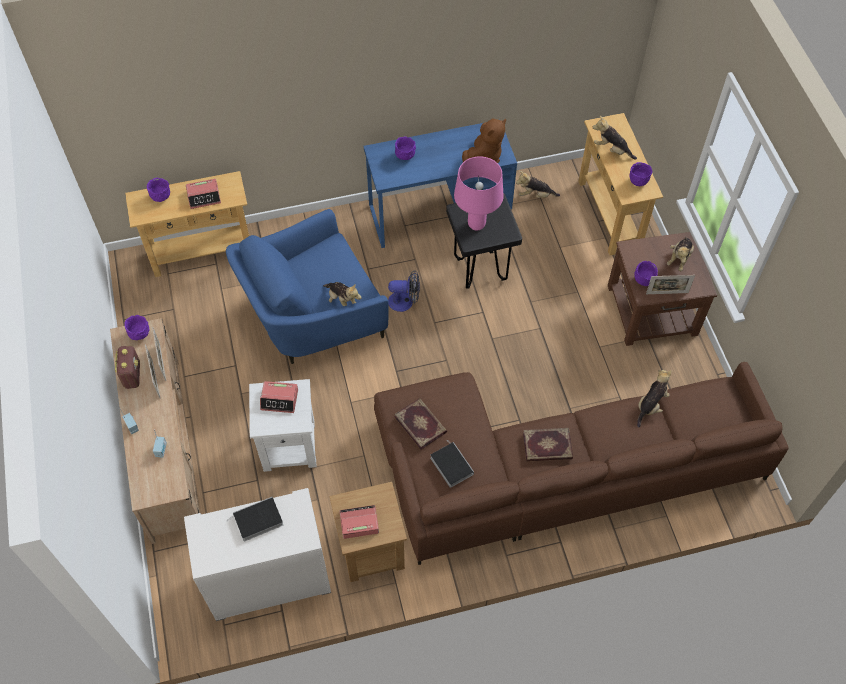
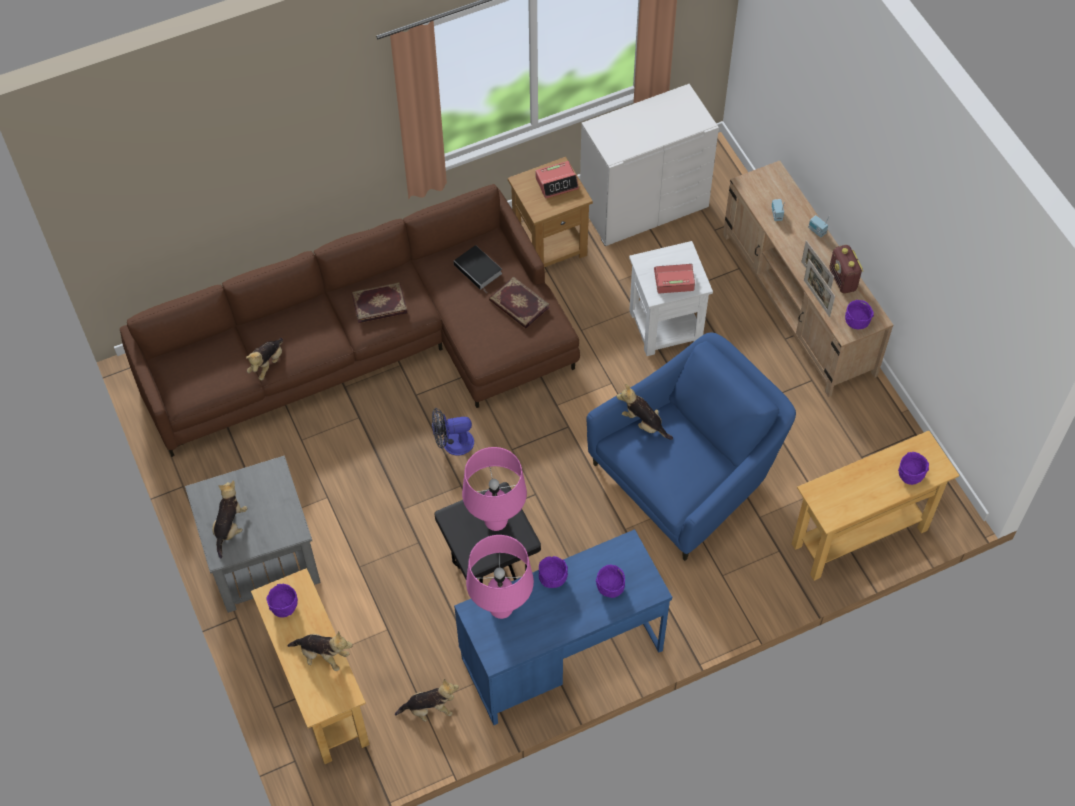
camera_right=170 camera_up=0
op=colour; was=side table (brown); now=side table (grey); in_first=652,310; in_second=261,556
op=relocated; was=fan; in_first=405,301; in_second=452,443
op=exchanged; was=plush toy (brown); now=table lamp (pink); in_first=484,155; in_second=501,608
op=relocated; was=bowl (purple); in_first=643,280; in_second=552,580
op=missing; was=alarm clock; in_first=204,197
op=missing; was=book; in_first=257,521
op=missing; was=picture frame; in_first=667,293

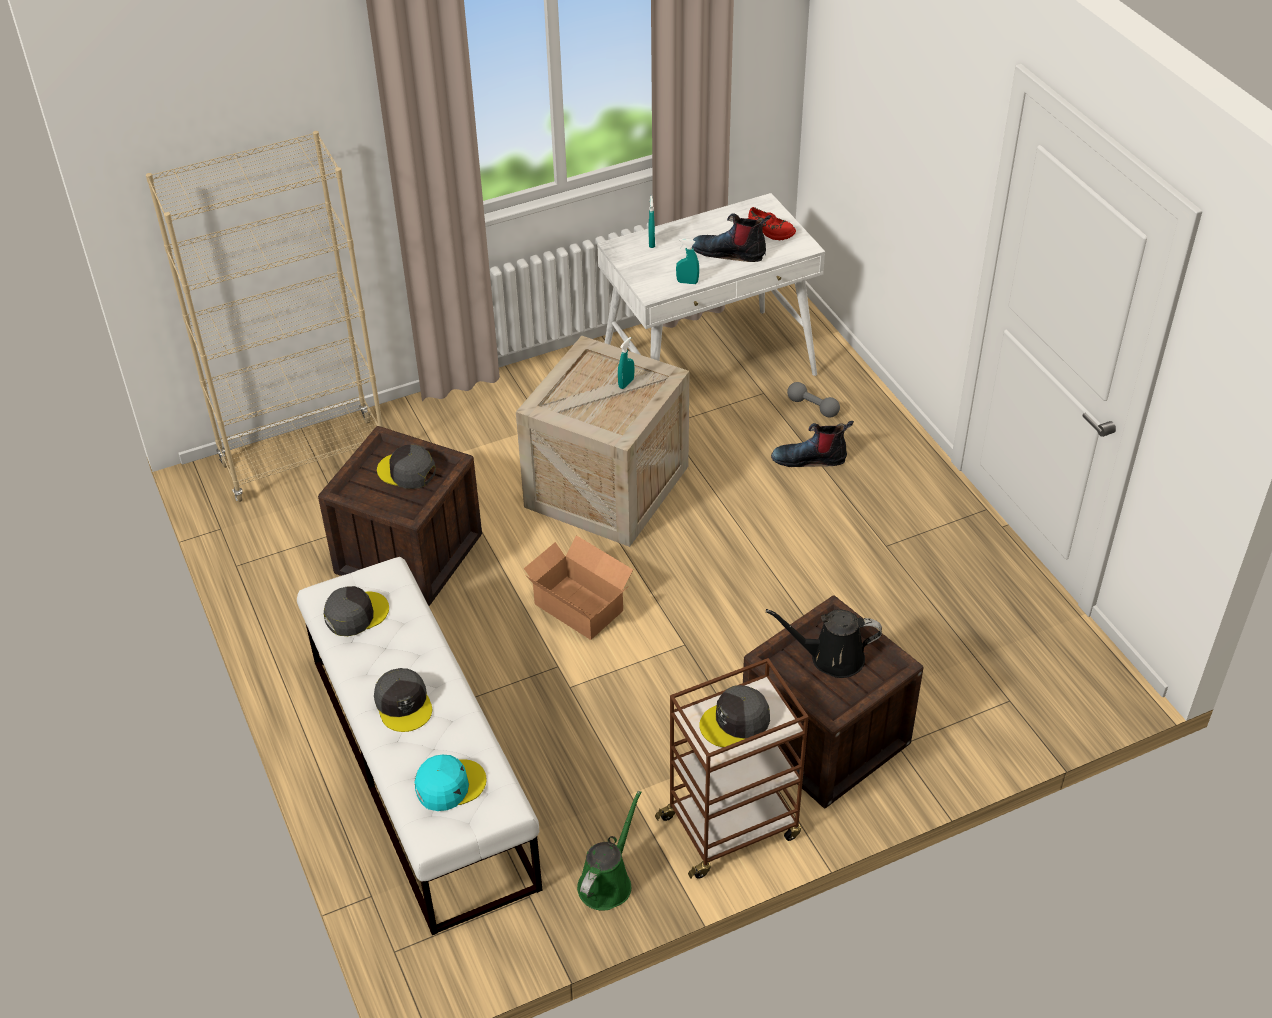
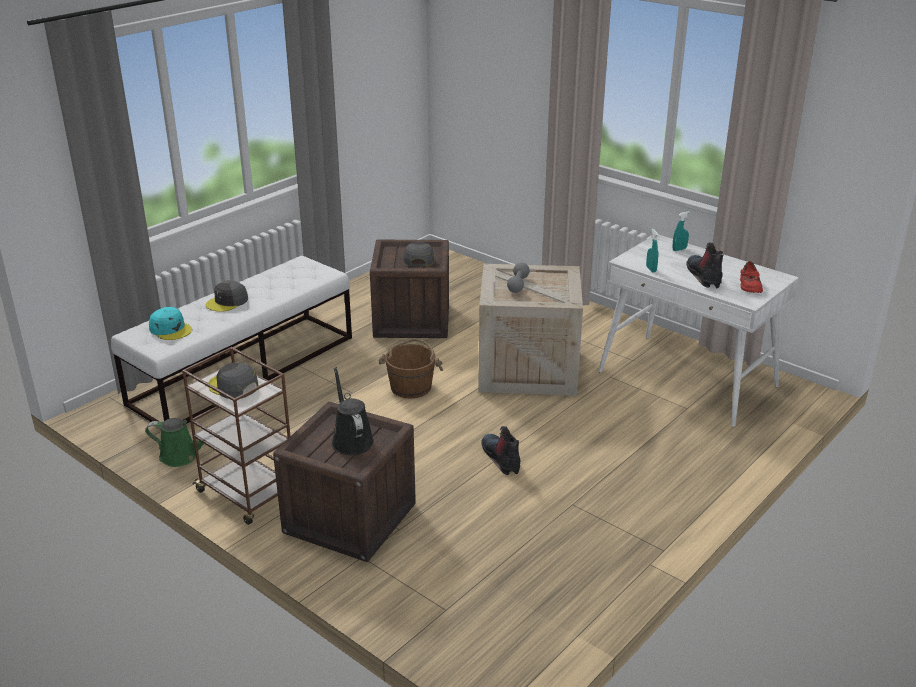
camera_right=65 camera_up=-15
op=exchanged; was=cardboard box; now=bucket (brown); in_first=579,604; in_second=411,387
op=relocated; was=boot; in_first=810,458; in_second=502,458
op=relocated; was=dumbbell (grey); in_first=812,407; in_second=518,284
op=missing; was=bookcase (beige); in_first=305,459
op=missing; was=cap (grey); in_first=356,614
op=missing; was=spray bottle (turquoise); in_first=626,383

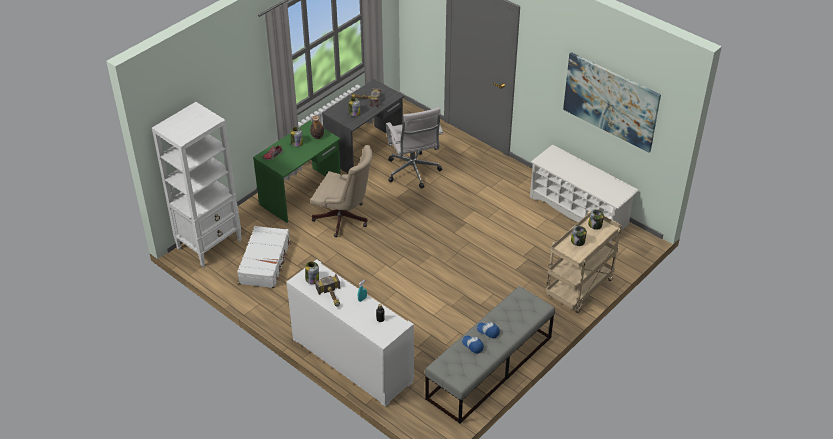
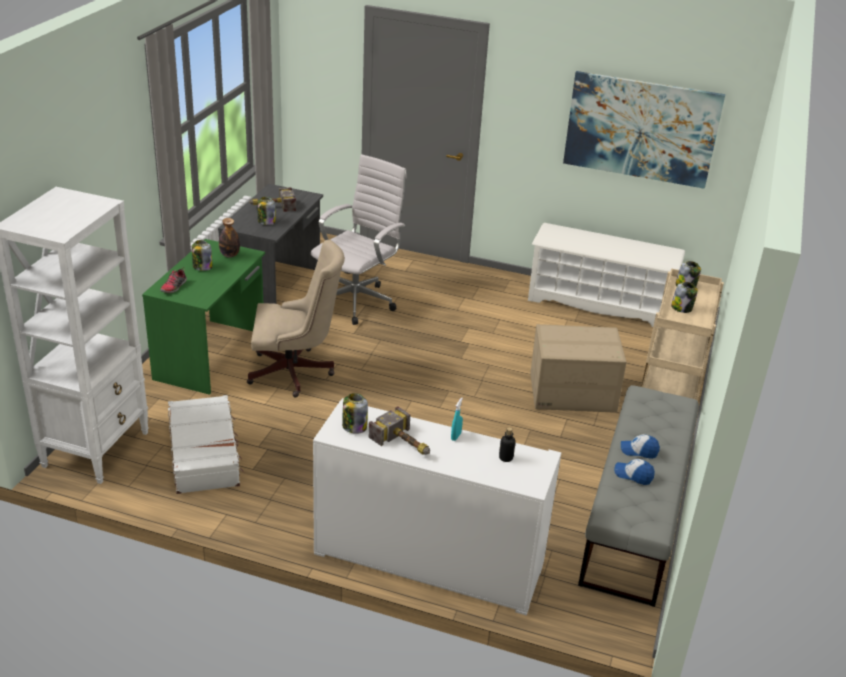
camera_right=-25 camera_up=-10
op=spun; was=office chair (white); in_first=413,172; in_second=358,301; clockwise=-105
op=appeared; now=cardboard box; in_second=572,393

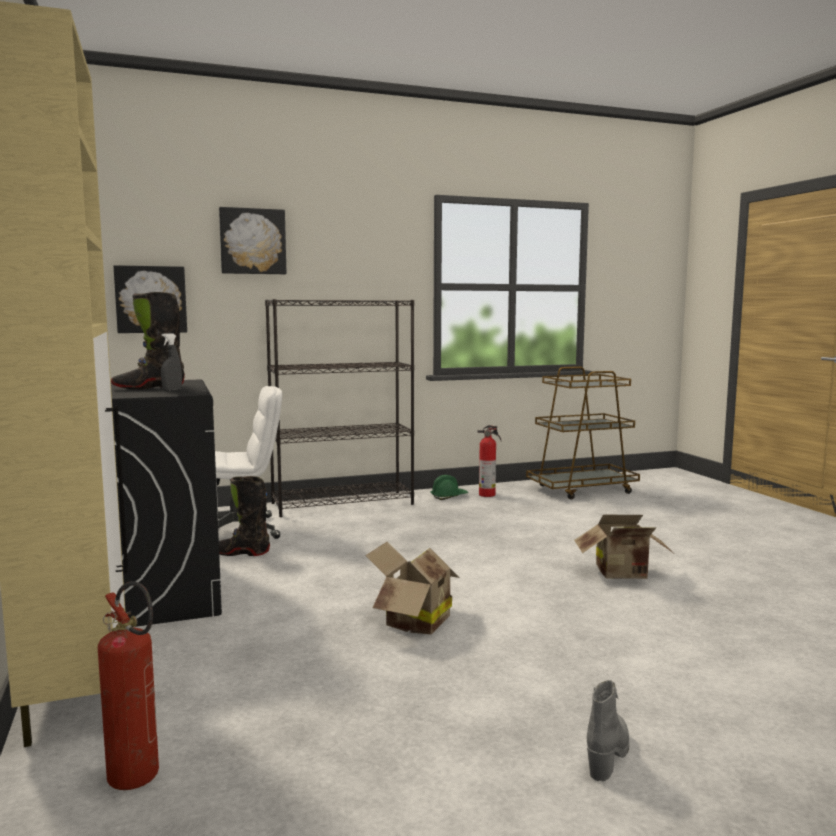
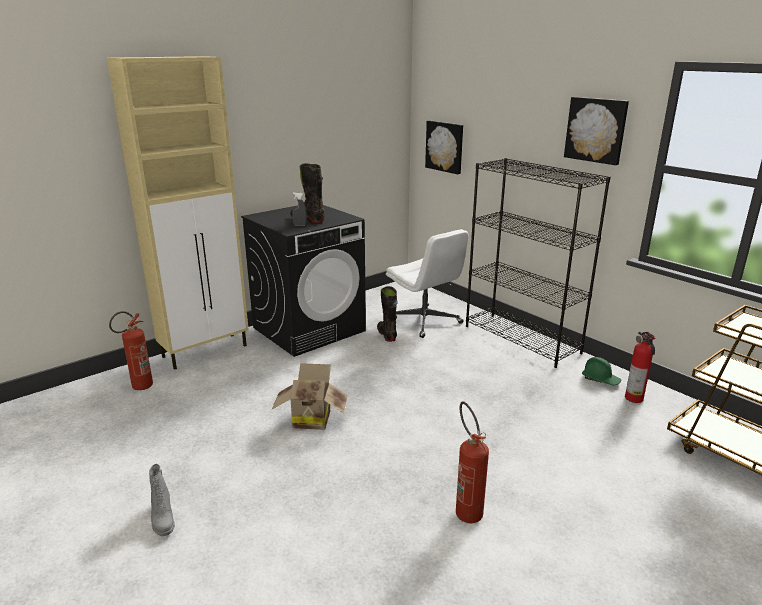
camera_right=70 camera_up=15
op=spun; was=boot (grey); in_first=608,754; in_second=162,519; clockwise=60
op=exchanged; was=cardboard box; now=fire extinguisher; in_first=623,574; in_second=465,509
op=relocated; was=picture; in_first=252,241; in_second=596,130

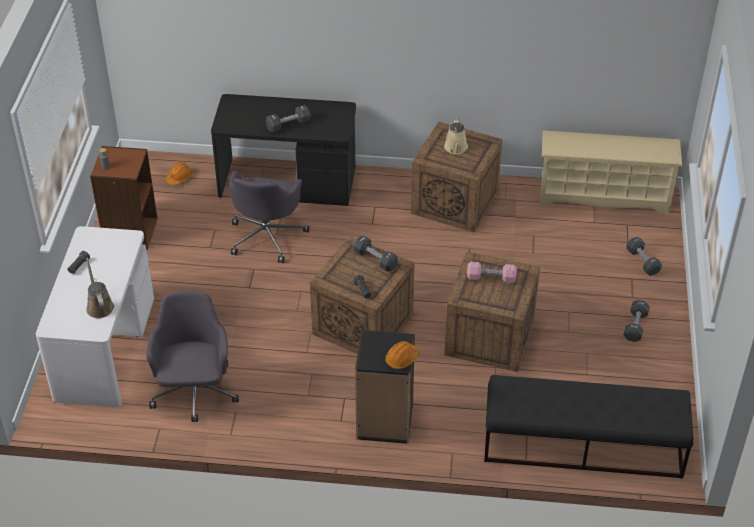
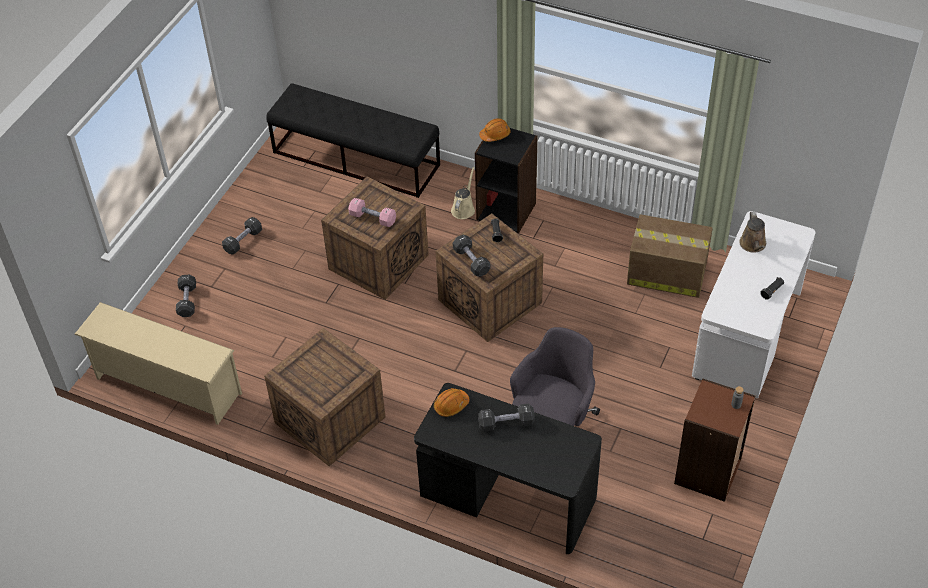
camera_right=-160 camera_up=5
op=relocated; was=hard hat (orange); in_first=179,178; in_second=451,405
op=relocated; was=watering can (beige); in_first=456,148; in_second=463,208
op=exchanged; was=office chair (grey); now=cardboard box; in_first=195,393; in_second=665,272

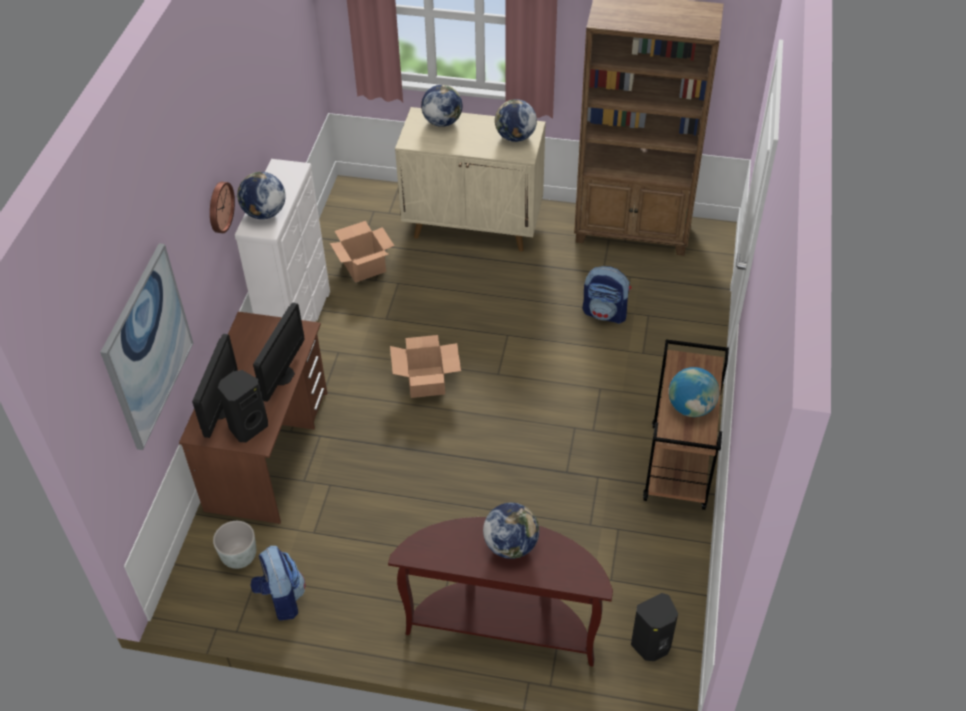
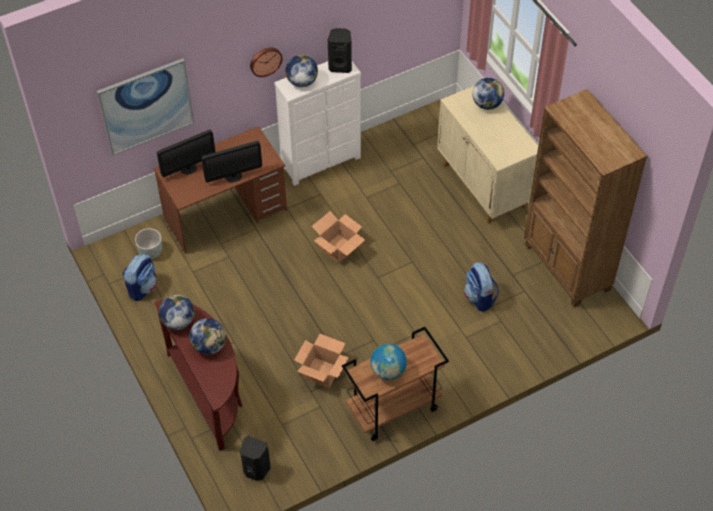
camera_right=50 camera_up=5
op=relocated; was=globe; in_first=515,137; in_second=178,322
op=relocated; was=cardboard box; in_first=364,267; in_second=321,372
op=relocated; was=speaker (black); in_first=247,427; in_second=340,66

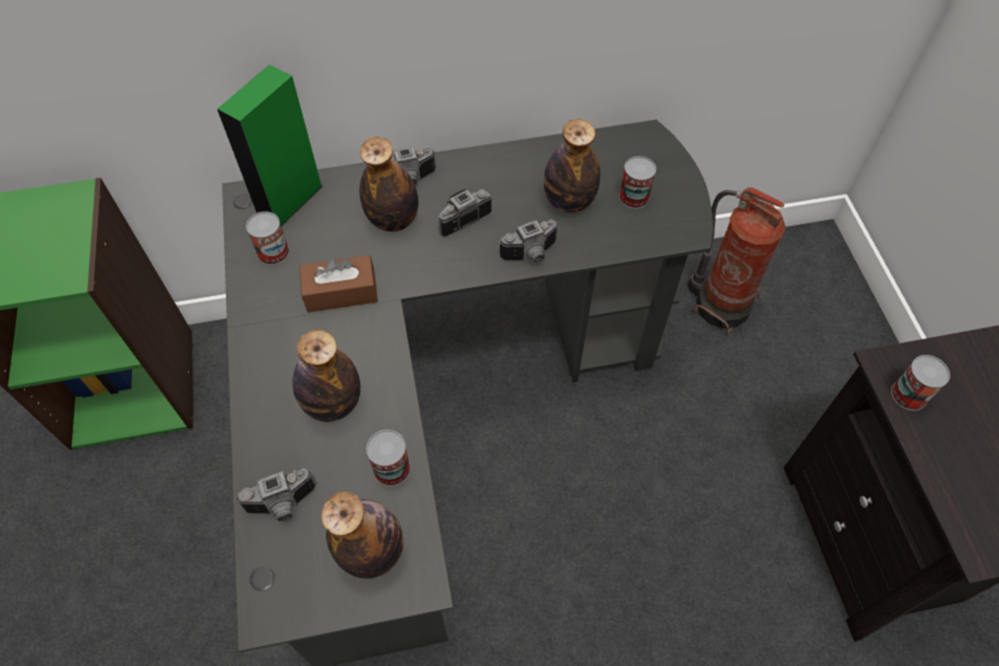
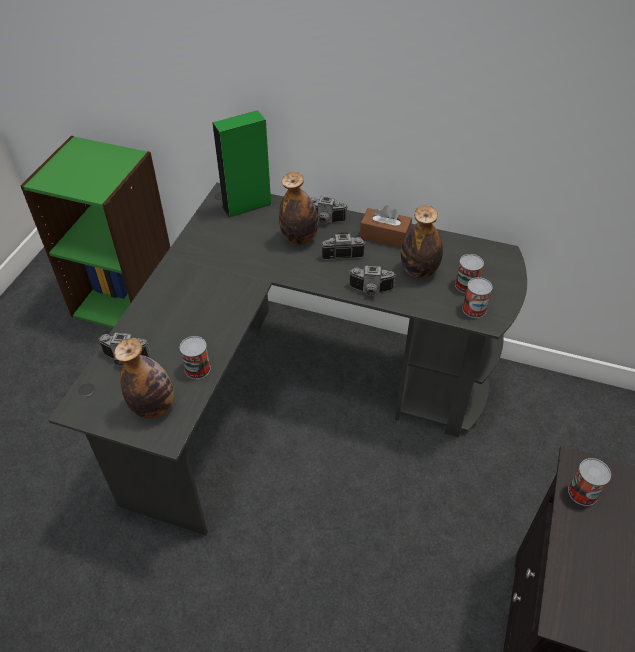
camera_right=30 camera_up=-10
op=relocated; was=tissue box (brown); in_first=341,292; in_second=385,235
op=relocated; was=can; in_first=273,252; in_second=474,309
op=missing; was=bottle; in_first=333,403
op=missing; was=fire extinguisher; in_first=720,303

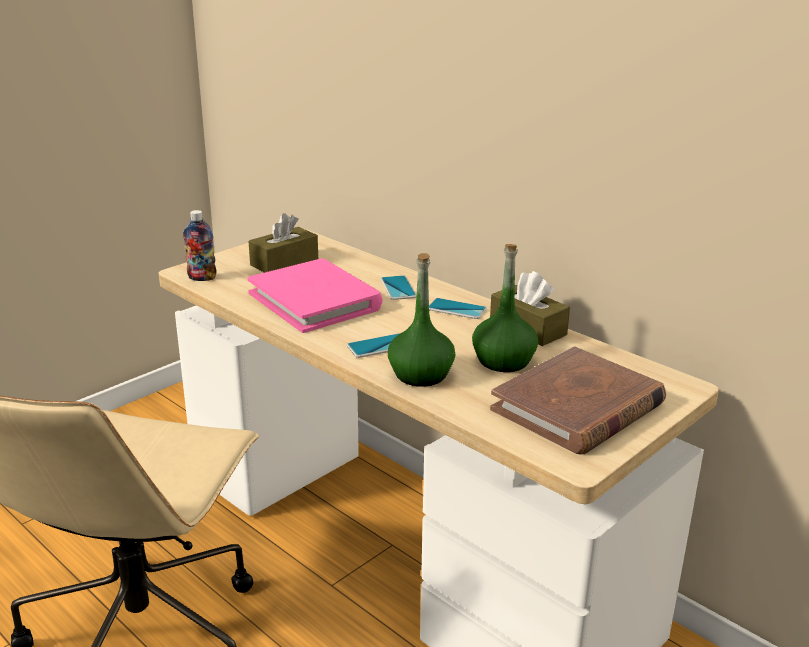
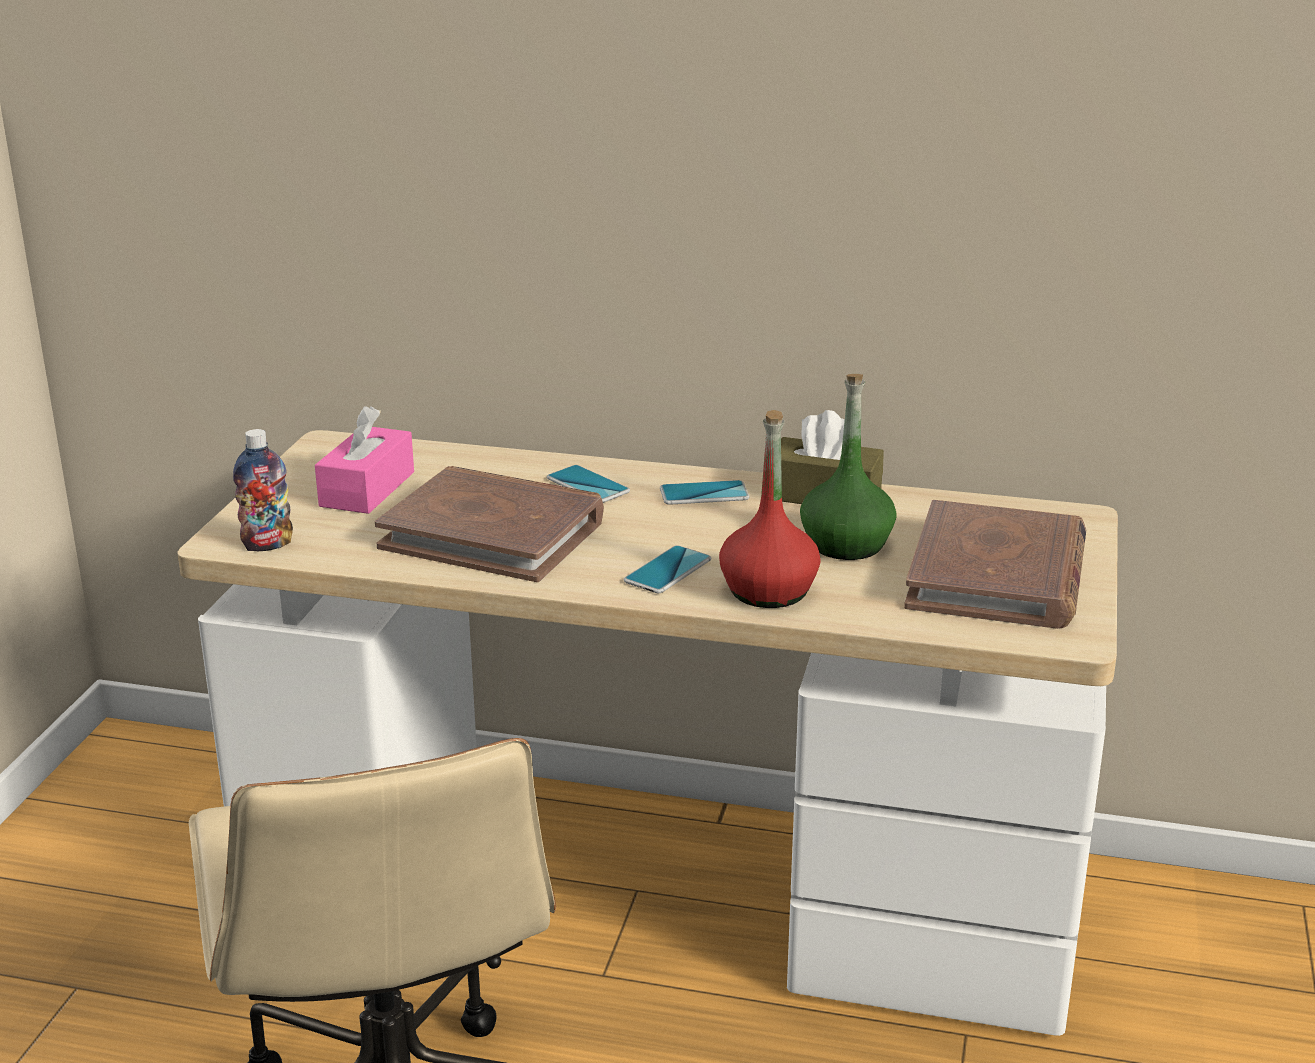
camera_right=-30 camera_up=0
op=colour; was=tissue box (brown); now=tissue box (pink); in_first=284,262; in_second=367,489
op=colour; was=book (pink); now=book (brown); in_first=315,301; in_second=493,533
op=colour; was=bottle (green); now=bottle (red); in_first=421,374; in_second=769,591

